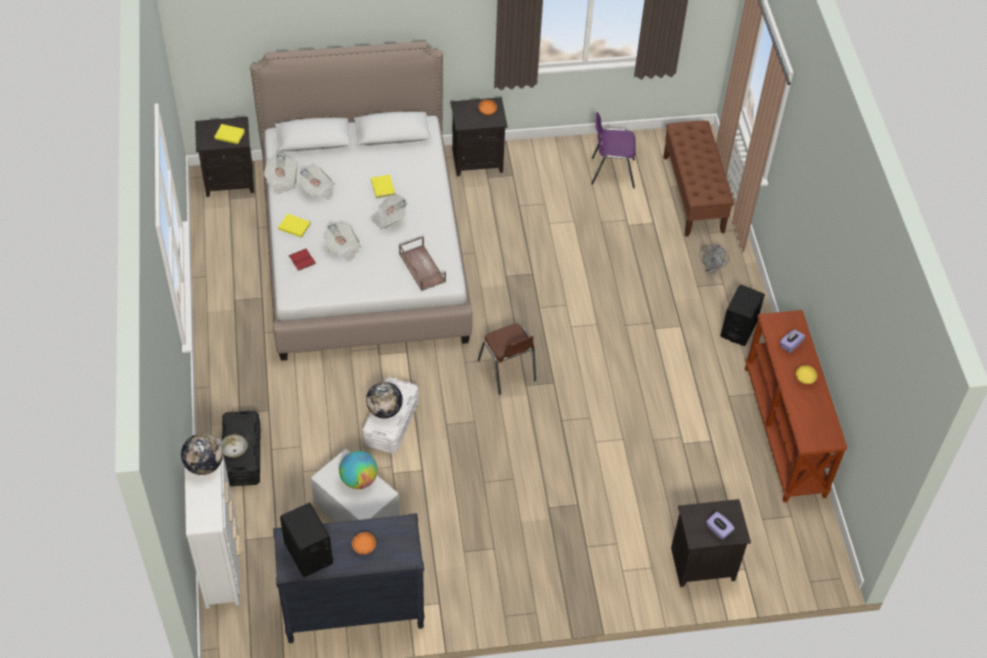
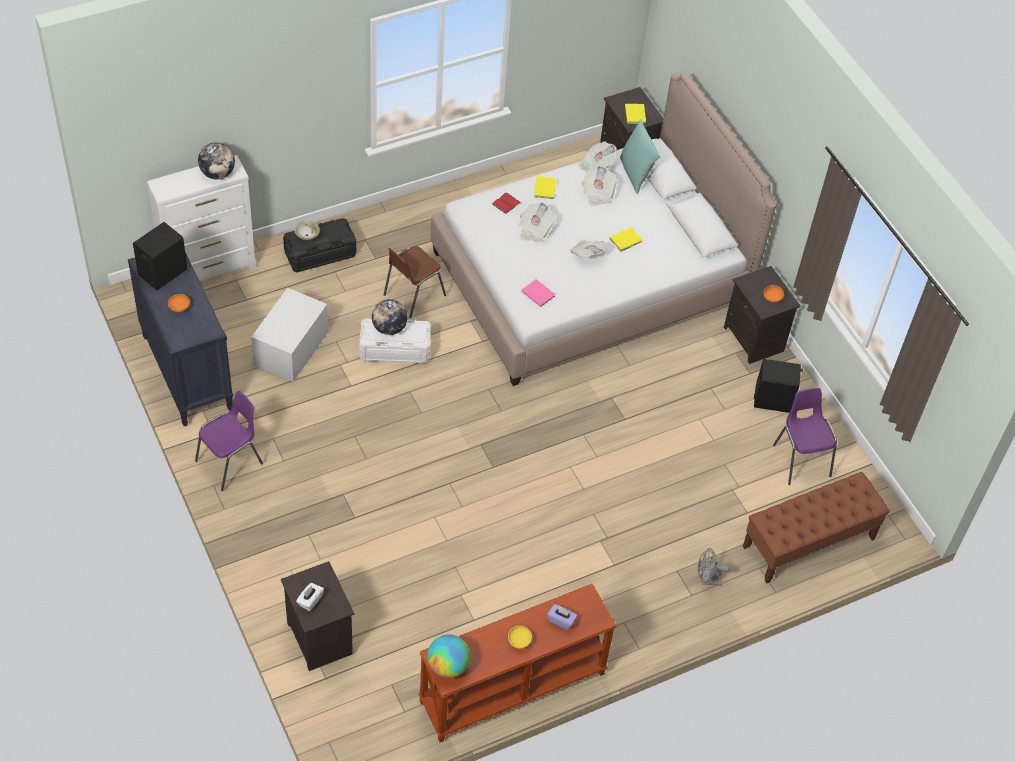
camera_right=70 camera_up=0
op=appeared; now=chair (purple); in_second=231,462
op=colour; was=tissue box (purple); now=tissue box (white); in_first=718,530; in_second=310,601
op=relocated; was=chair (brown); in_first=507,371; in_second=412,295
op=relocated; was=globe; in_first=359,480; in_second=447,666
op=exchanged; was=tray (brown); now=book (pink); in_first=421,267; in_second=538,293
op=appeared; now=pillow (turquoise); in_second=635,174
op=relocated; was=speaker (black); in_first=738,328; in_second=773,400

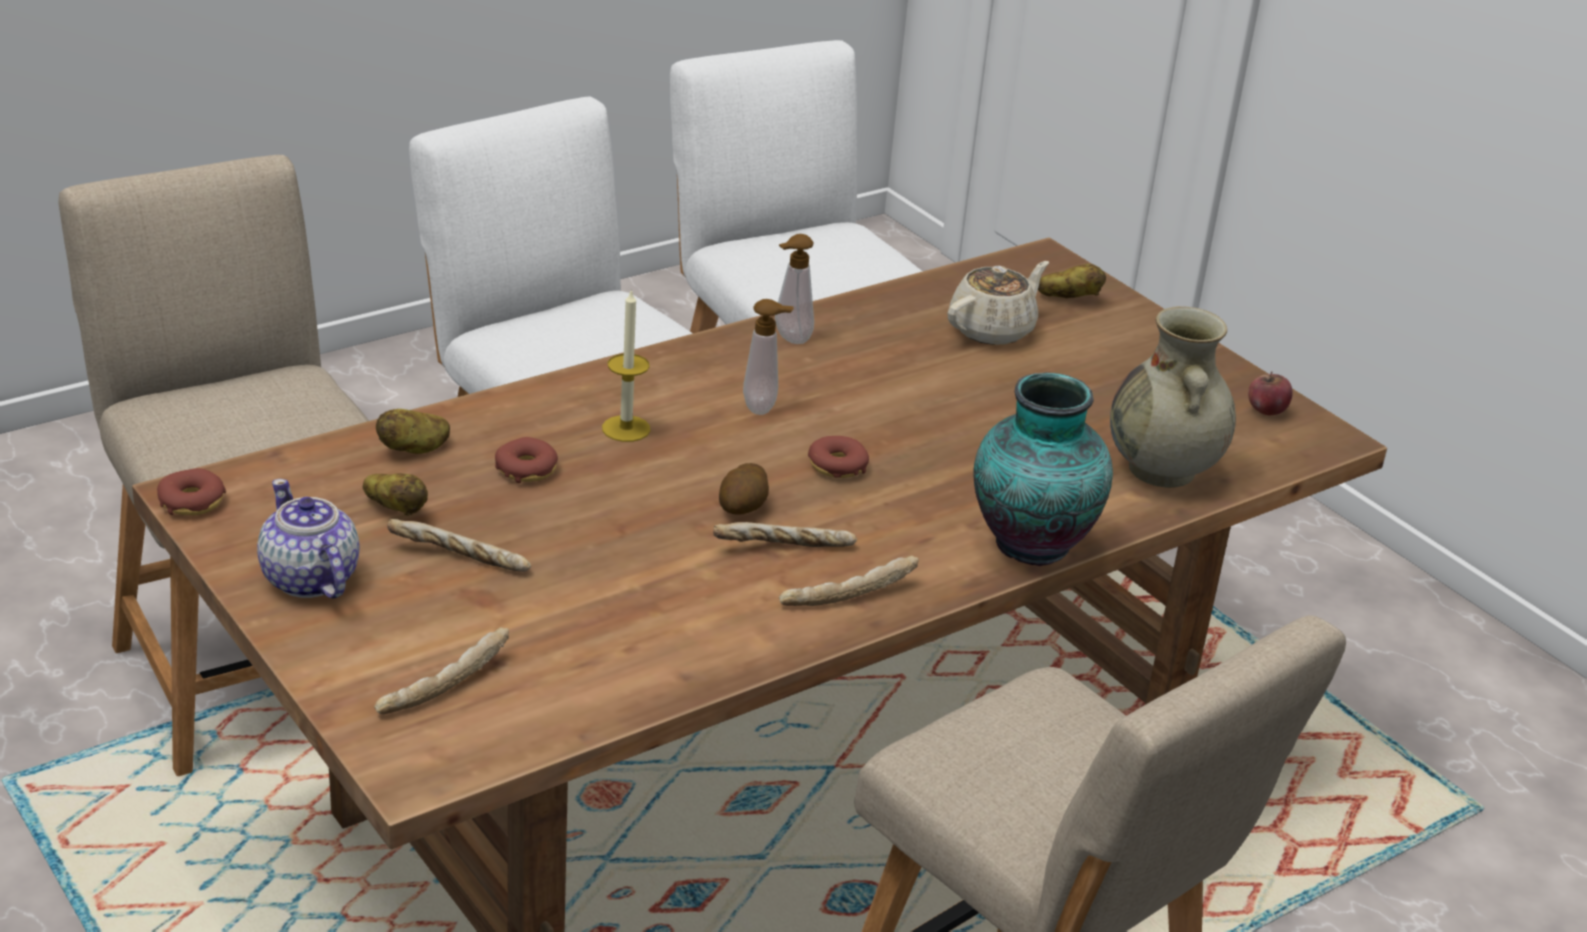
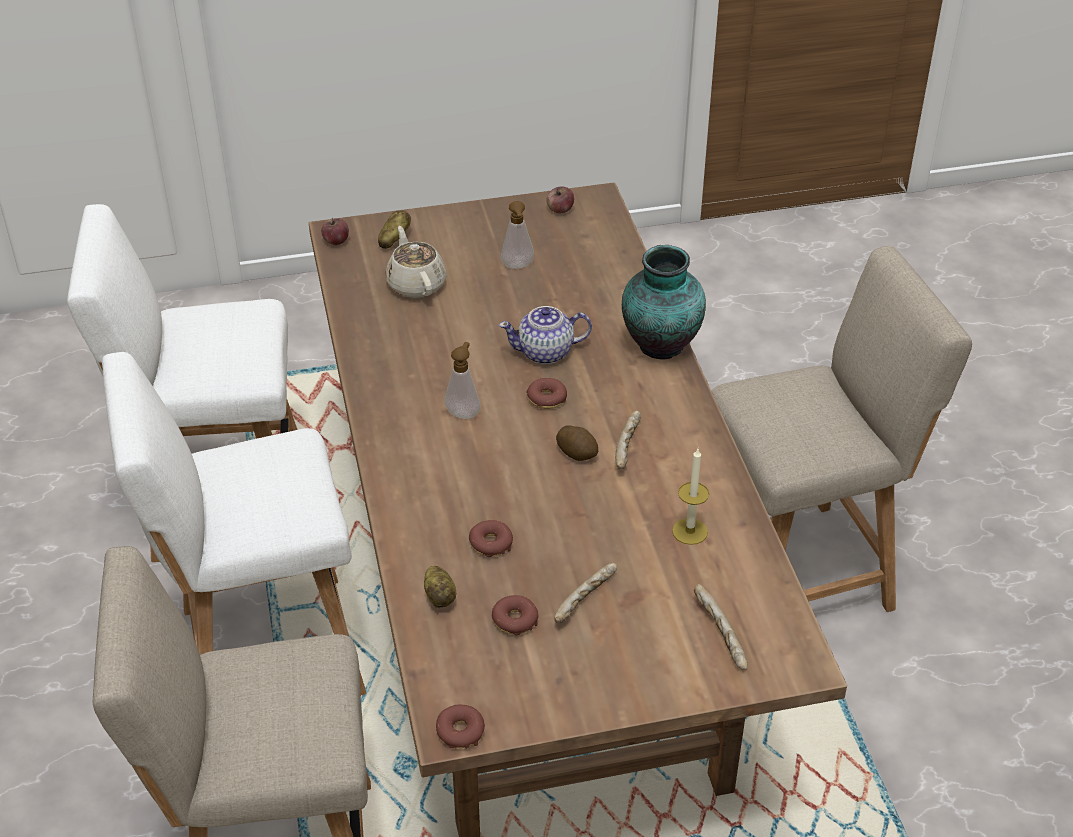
camera_right=-65 camera_up=10
op=appeared; now=apple; in_second=336,241
op=exchanged; was=potato; now=donut; in_first=396,510; in_second=514,620
op=relocated; was=teapot; in_first=309,580; in_second=546,352
op=relocated; was=soap dispenser; in_first=789,339; in_second=517,267
op=relocated; was=candle; in_first=626,428; in_second=690,531
op=missing; was=bread; in_first=847,593
op=missing; was=vase (beige); in_first=1162,471

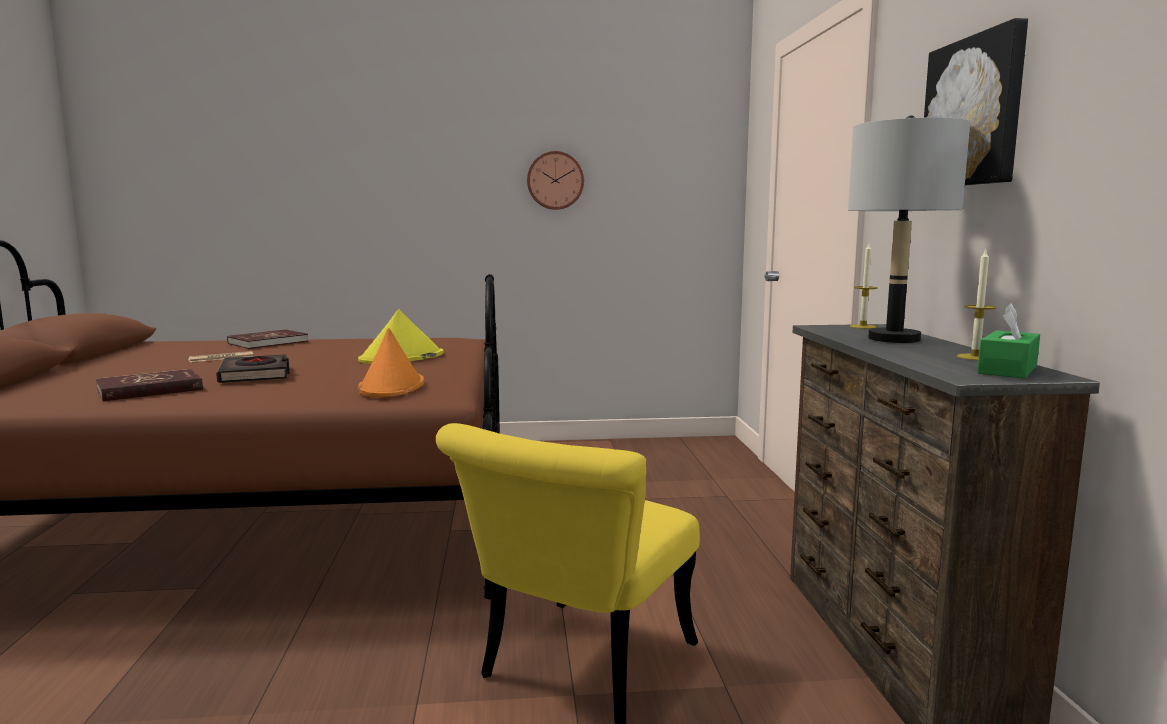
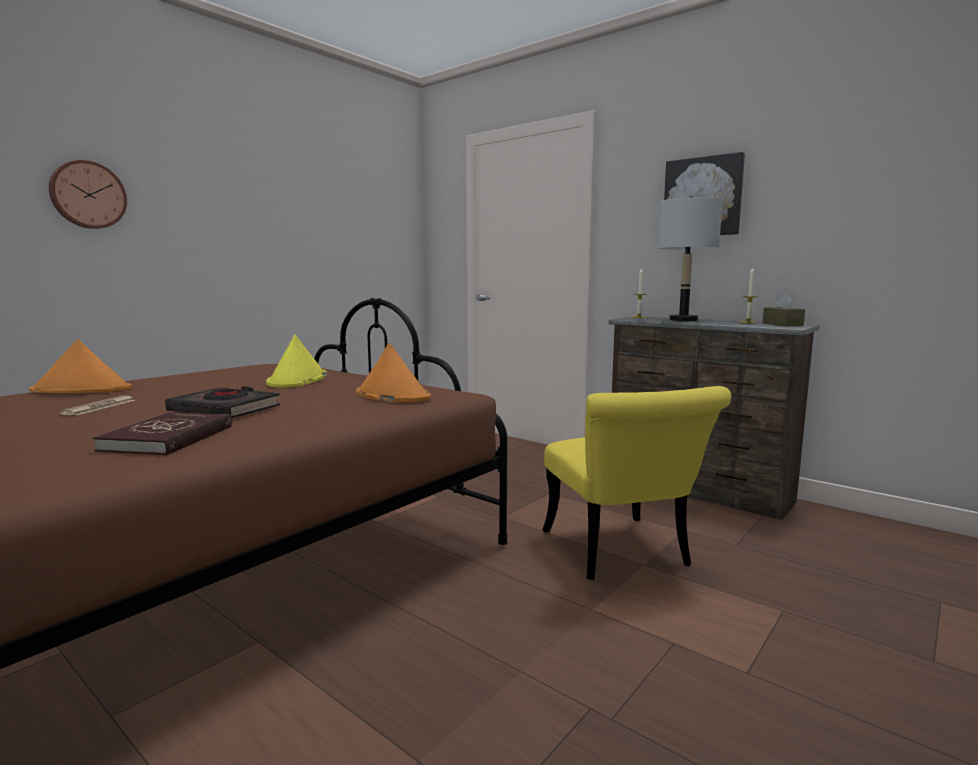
camera_right=-45 camera_up=0
op=exchanged; was=book (red); now=hat (orange); in_first=268,342; in_second=82,390
op=relocated; was=wall clock; in_first=555,180; in_second=88,195
op=colour; was=tissue box (green); now=tissue box (brown); in_first=1007,370; in_second=782,324

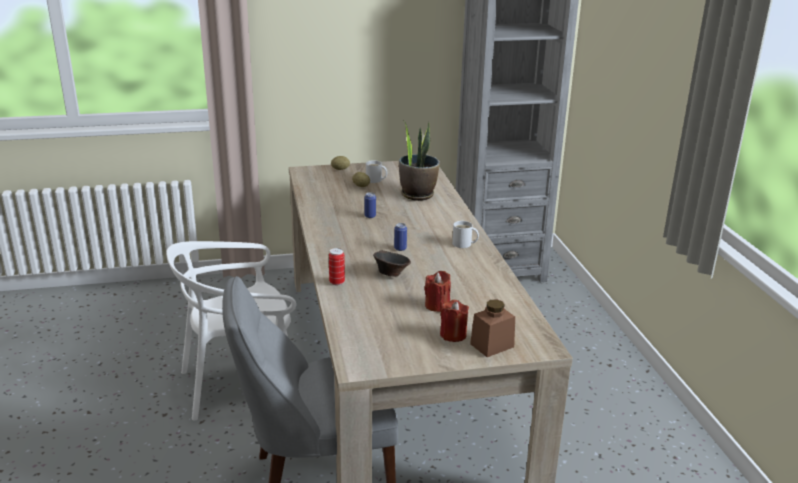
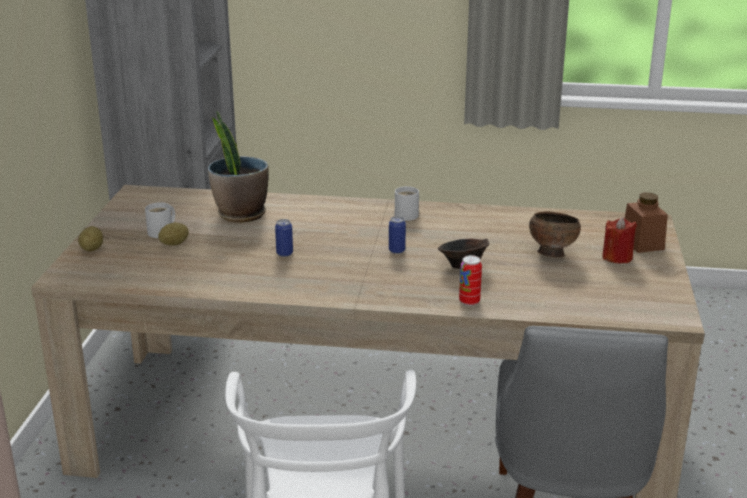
camera_right=-70 camera_up=0
op=exchanged; was=candle (red); now=bowl (brown); in_first=437,305; in_second=551,254

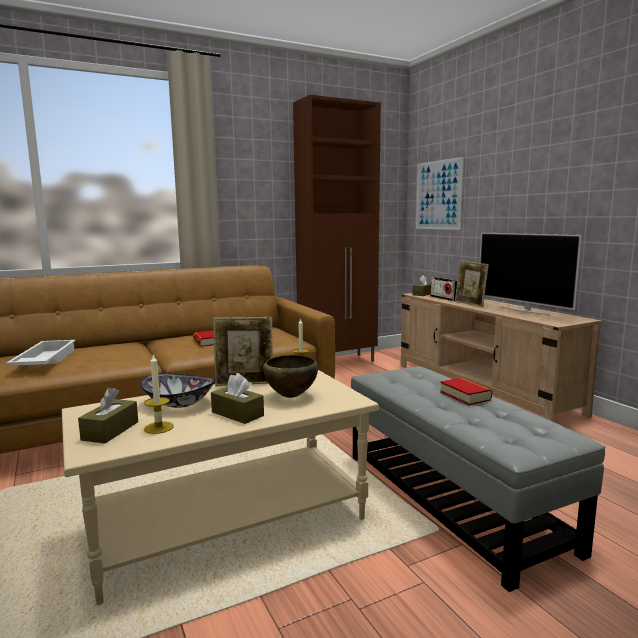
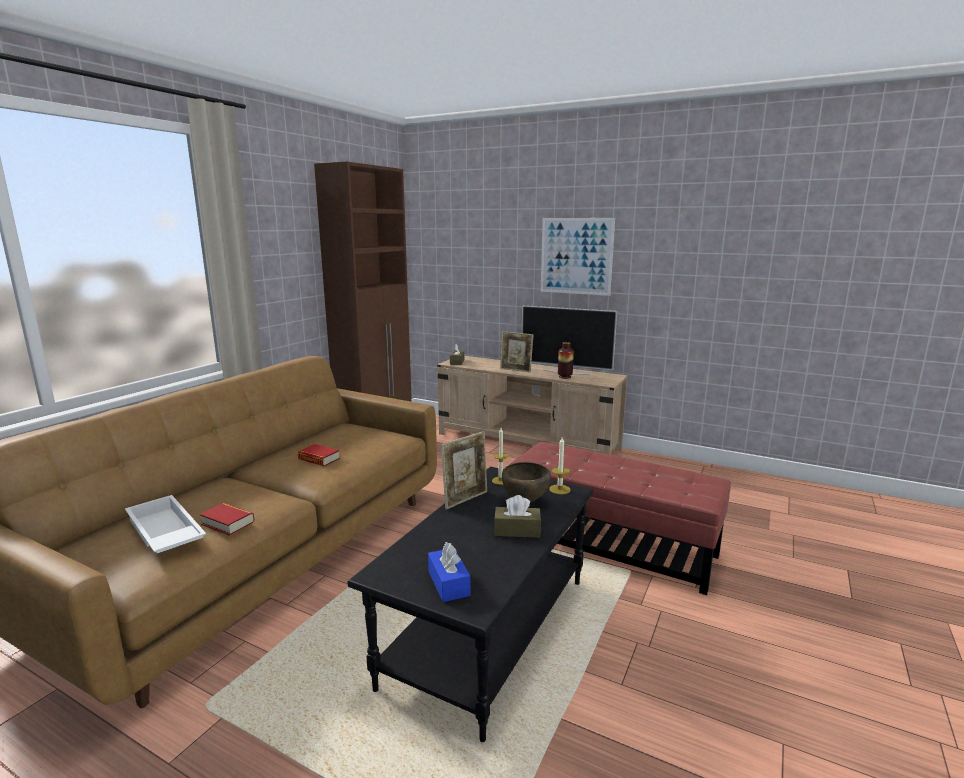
camera_right=-35 camera_up=5
op=relocated; was=book; in_first=465,396; in_second=228,523
op=colour; was=coffee table (beige); now=coffee table (black); in_first=228,522; in_second=487,630
op=colour; was=tissue box (brown); now=tissue box (blue); in_first=110,431; in_second=448,583
op=colour; was=ottoman (grey); now=ottoman (red); in_first=451,498; in_second=611,544
op=relocated; was=picture; in_first=438,195; in_second=576,256
op=relocated; was=candle; in_first=159,427; in_second=559,489
op=appeared; now=vase; in_second=565,377
op=missing; was=bowl; in_first=178,403
op=missing; was=radio; in_first=443,298

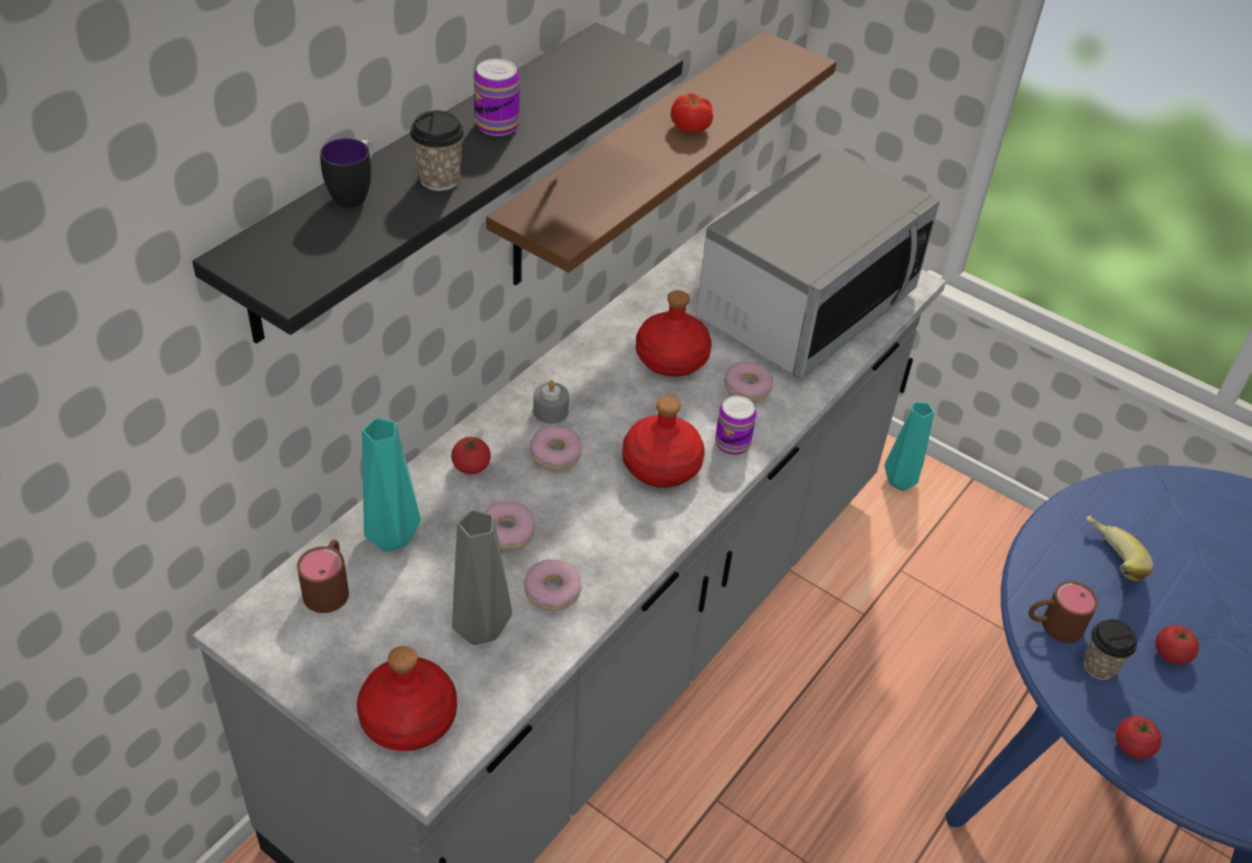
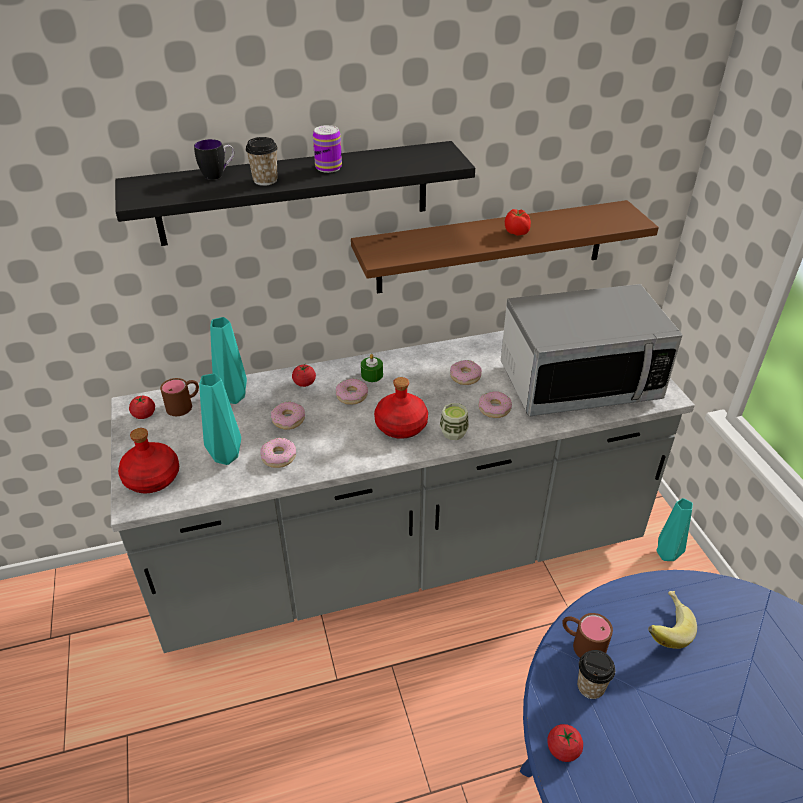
camera_right=40 camera_up=-5
op=relocated; was=tomato; in_first=1171,654; in_second=144,415
op=colour; was=vase (grey); now=vase (turquoise); in_first=478,628; in_second=225,456
op=colour; was=candle (grey); now=candle (green); in_first=550,411; in_second=372,375
op=exchanged; was=can; now=cup; in_first=732,443; in_second=453,432
op=exchanged; was=bottle (red); now=donut; in_first=670,358; in_second=465,376

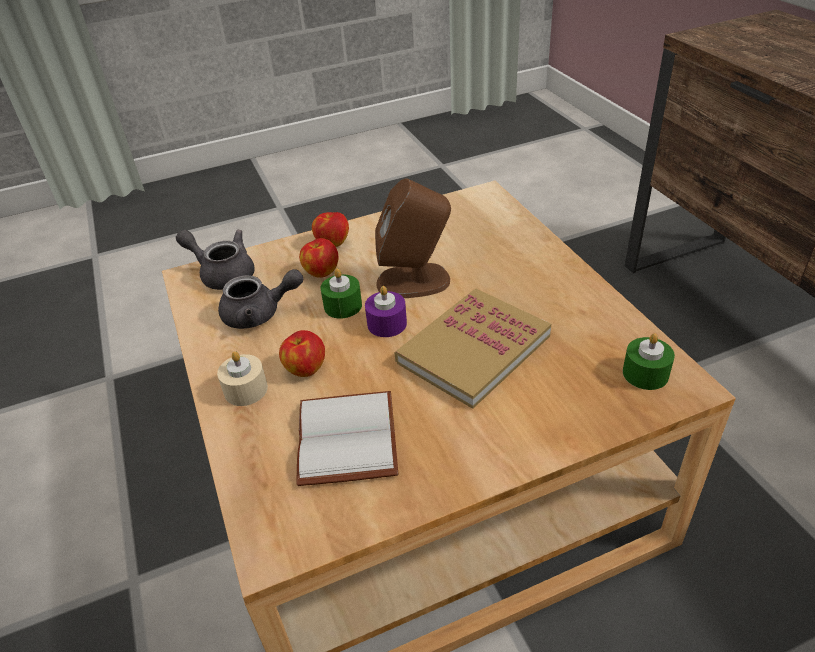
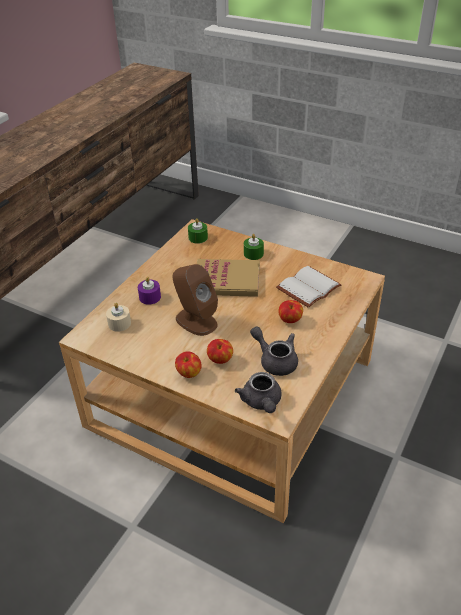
camera_right=-130 camera_up=0
op=relocated; was=candle (beige); in_first=246,390; in_second=119,323
op=relocated; was=candle (purple); in_first=387,324; in_second=150,297
op=relocated; was=candle (green); in_first=343,306; in_second=253,254

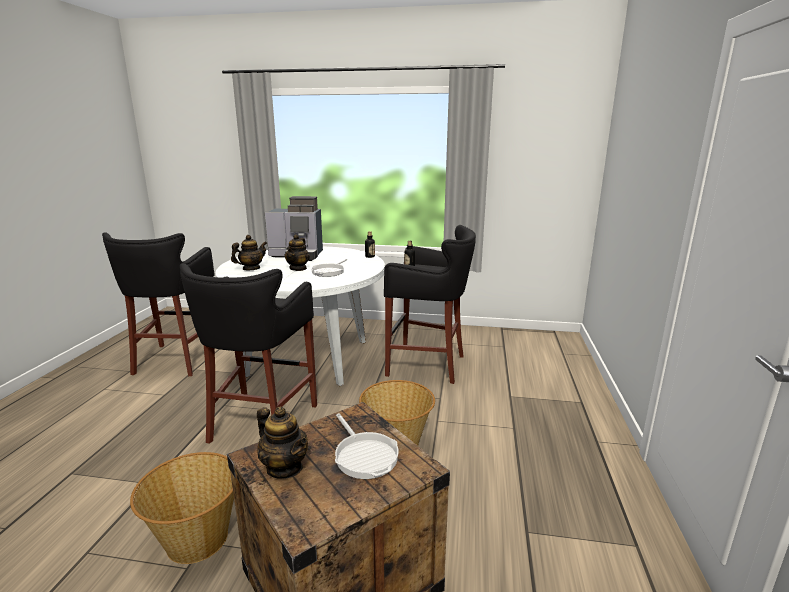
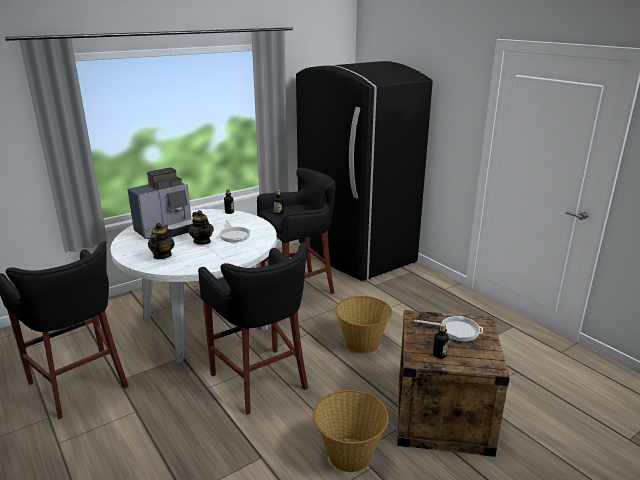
camera_right=-45 camera_up=5
op=appeared; now=fridge (black); in_second=354,254
op=exchanged; was=teapot; now=bottle; in_first=285,467; in_second=439,355

